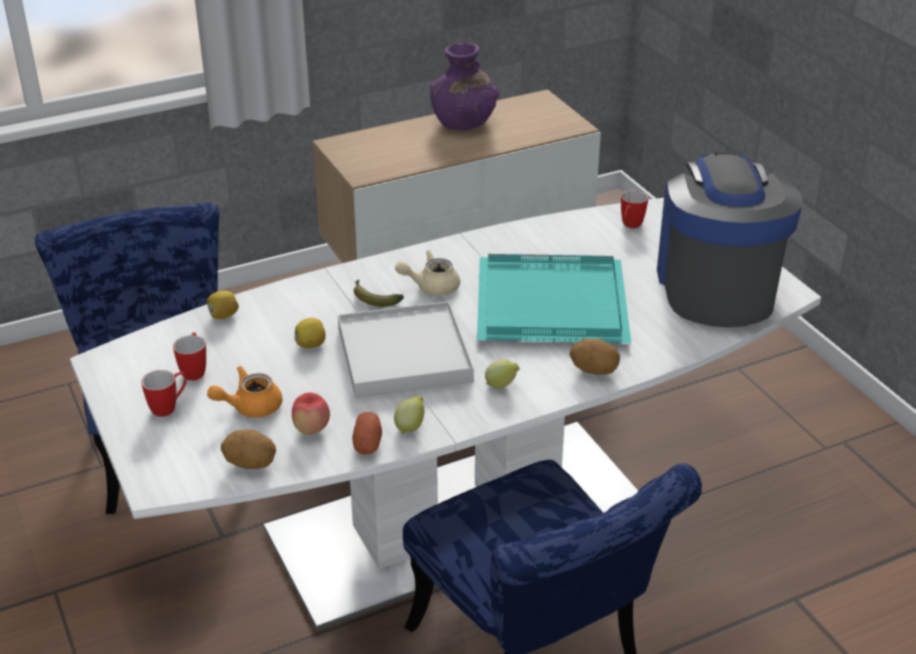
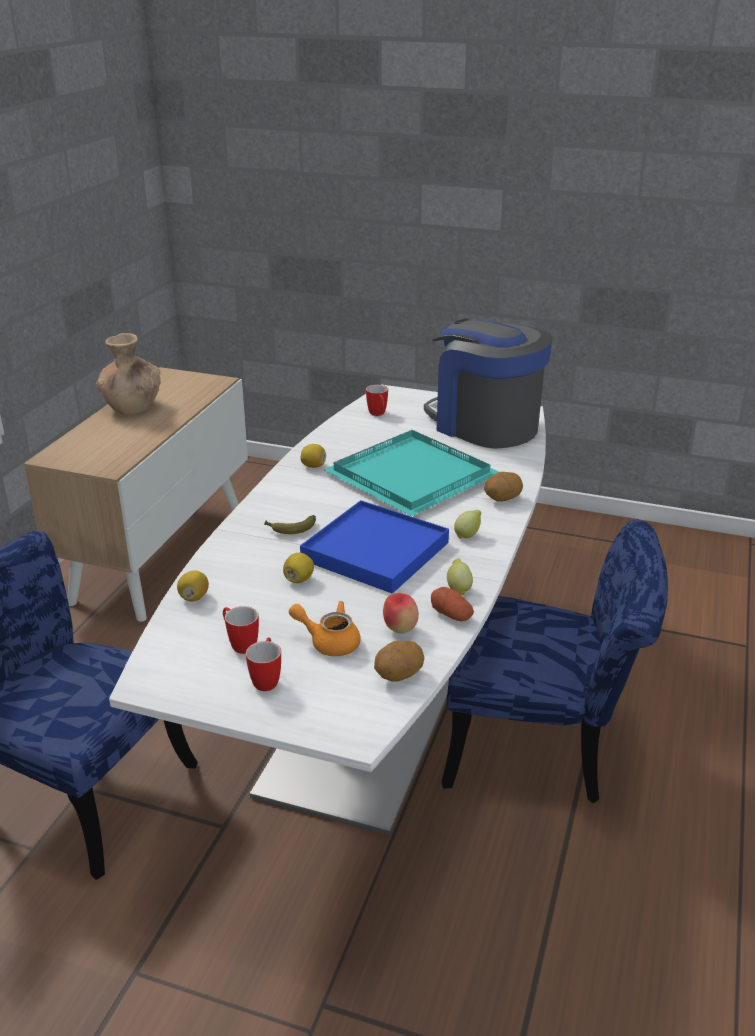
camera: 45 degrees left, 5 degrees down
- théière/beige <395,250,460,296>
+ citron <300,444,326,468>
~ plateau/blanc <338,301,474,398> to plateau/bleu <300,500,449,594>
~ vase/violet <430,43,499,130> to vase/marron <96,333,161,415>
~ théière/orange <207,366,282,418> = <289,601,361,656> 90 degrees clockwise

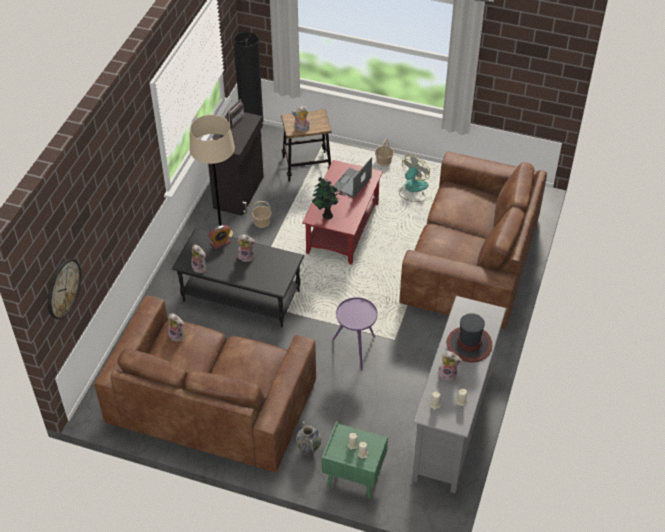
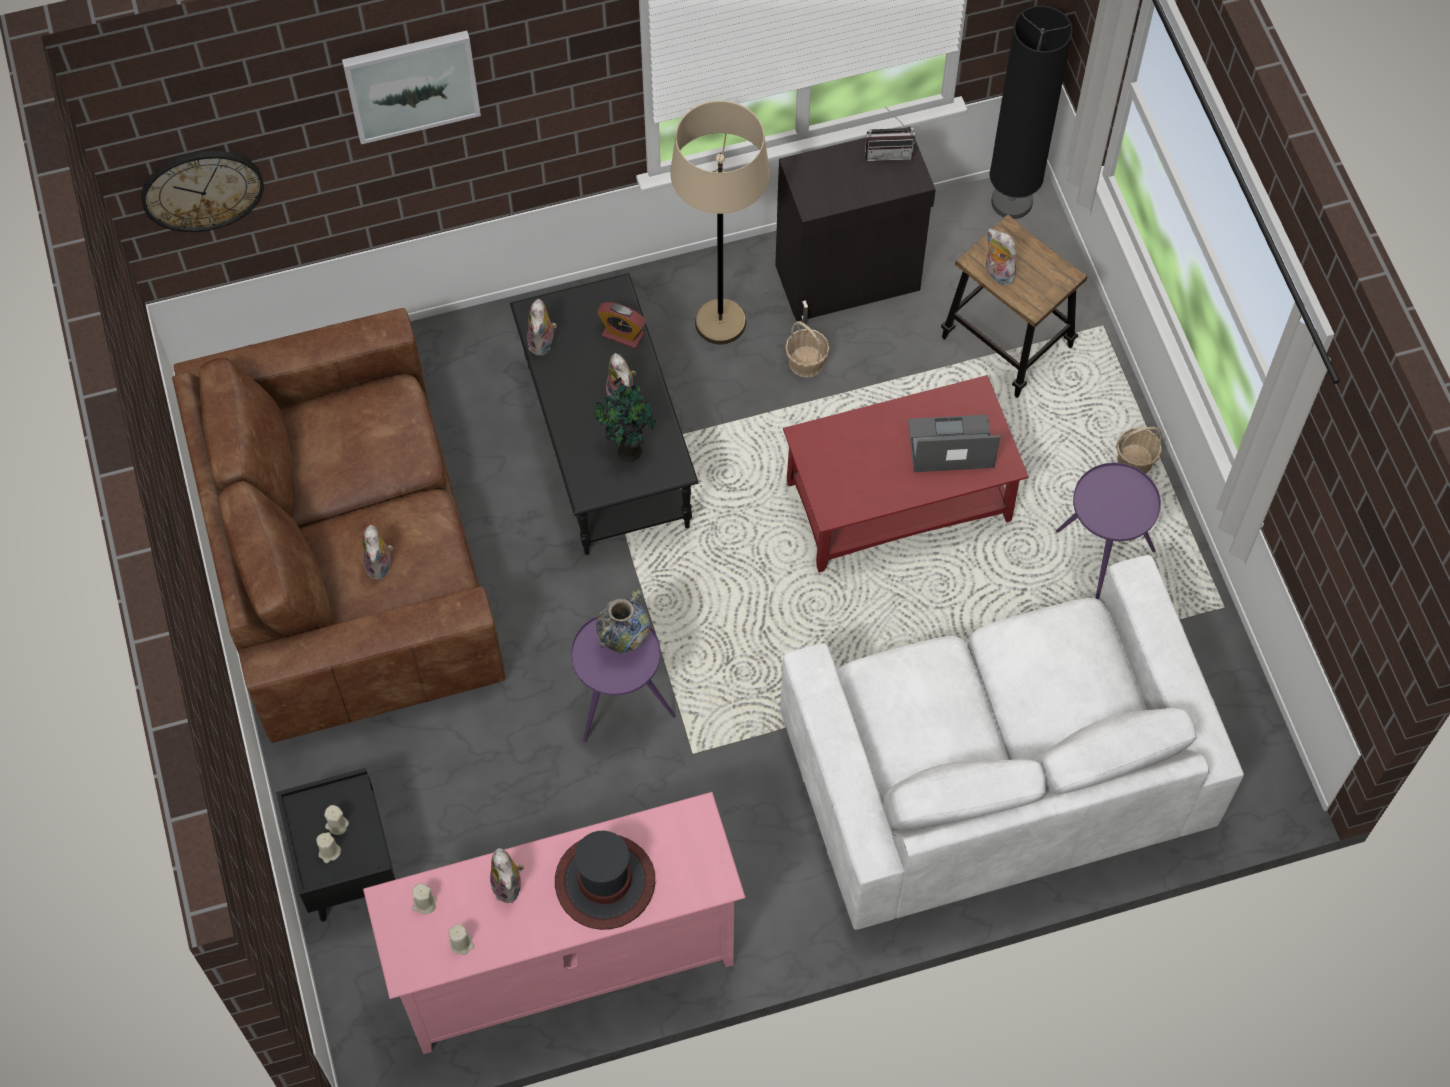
camera: 55 degrees right, 15 degrees up
+ tableau <342,31,481,144>
~ peluche <168,313,185,342> to <362,525,393,580>
~ vase <296,421,321,455> to <596,590,649,654>
~ plante en pot <312,177,343,220> to <595,377,656,462>
~ ventilateur <399,155,430,202> to table d'appoint/violet <1056,463,1161,600>
~ table de chevet/vert <322,421,388,499> to table de chevet/noir <276,768,396,922>
~ canapé/marron <399,152,547,329> to canapé/blanc <780,555,1244,930>
~ meuble télé/gris <412,296,507,493> to meuble télé/rose <363,792,746,1054>

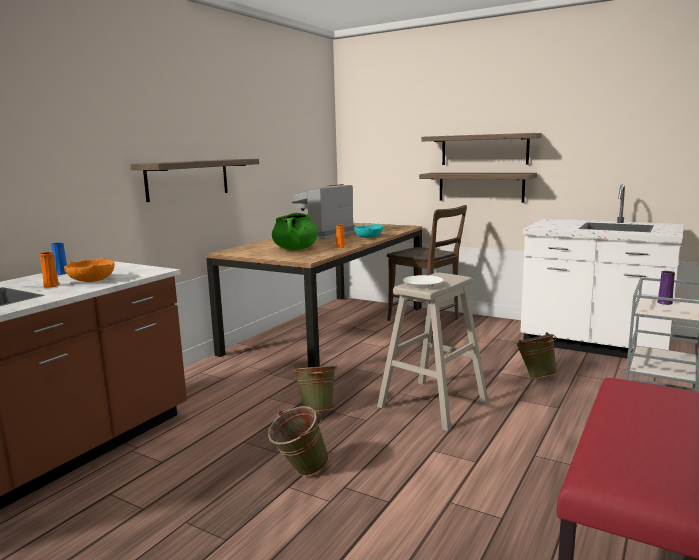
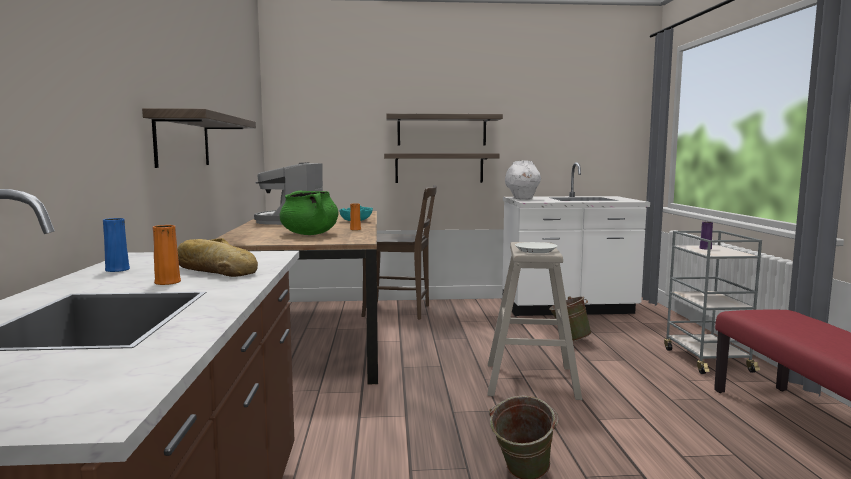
camera: 35 degrees left, 5 degrees down
- seau/vert <292,363,338,411>
+ vase/blanc <505,160,541,199>
~ bol/orange <64,257,115,282> to pain <177,238,258,277>

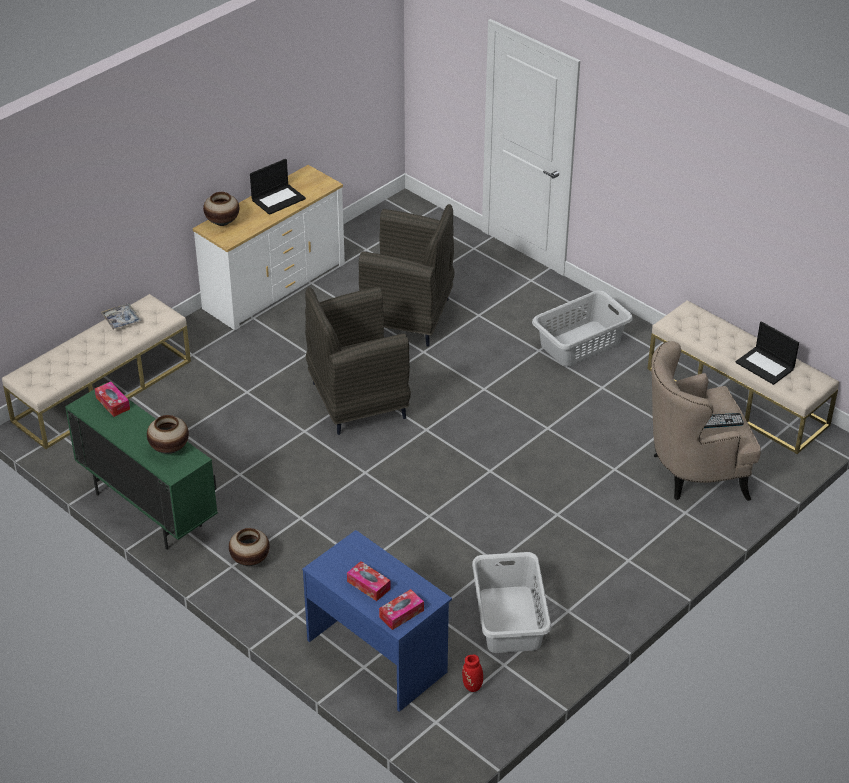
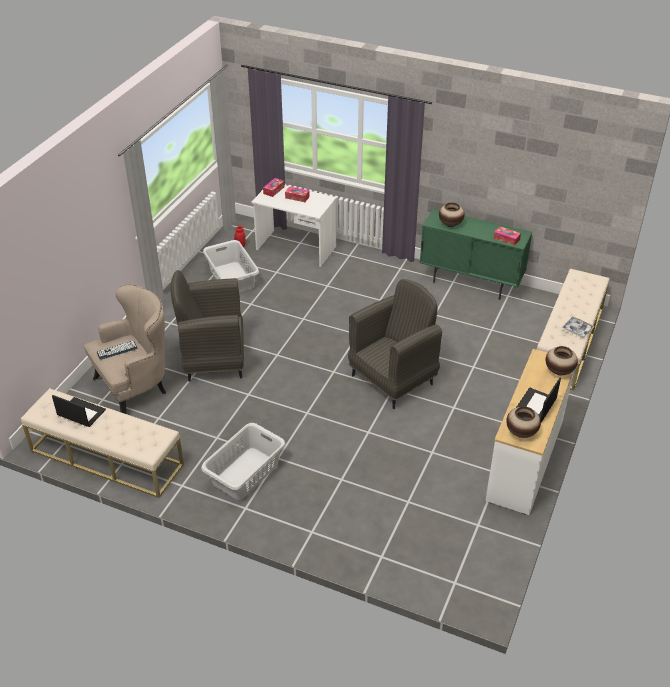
camera: 160 degrees right, 0 degrees up
~ vase <229,528,270,566> to <506,406,541,438>
~ fauteuil/gris <359,204,455,347> to <171,270,244,382>
~ bureau/bleu <302,530,452,712> to bureau/blanc <252,185,336,267>

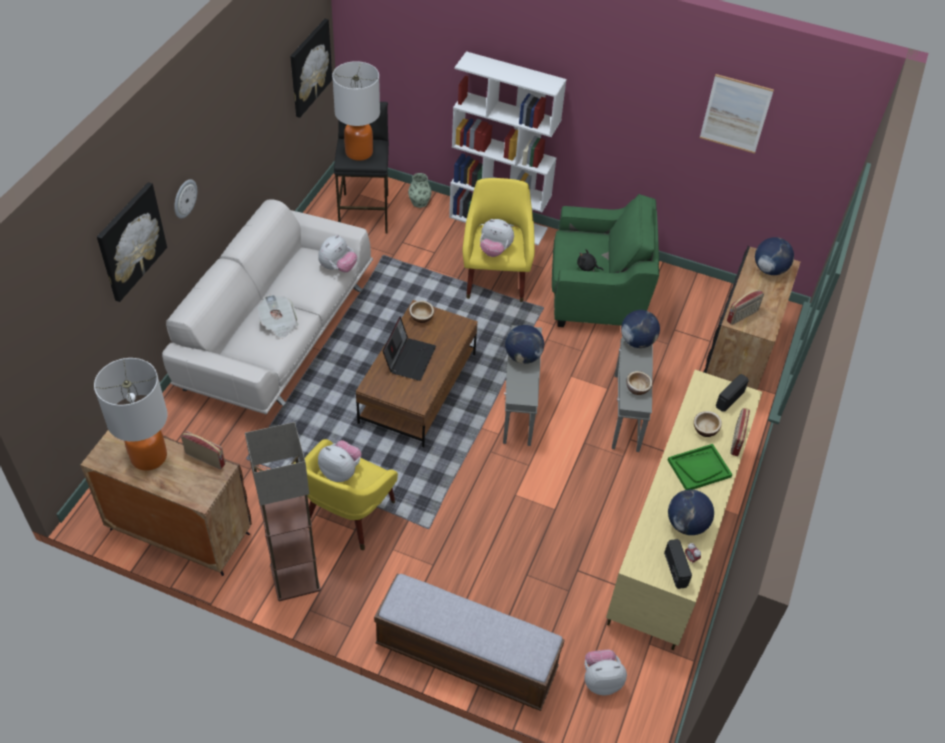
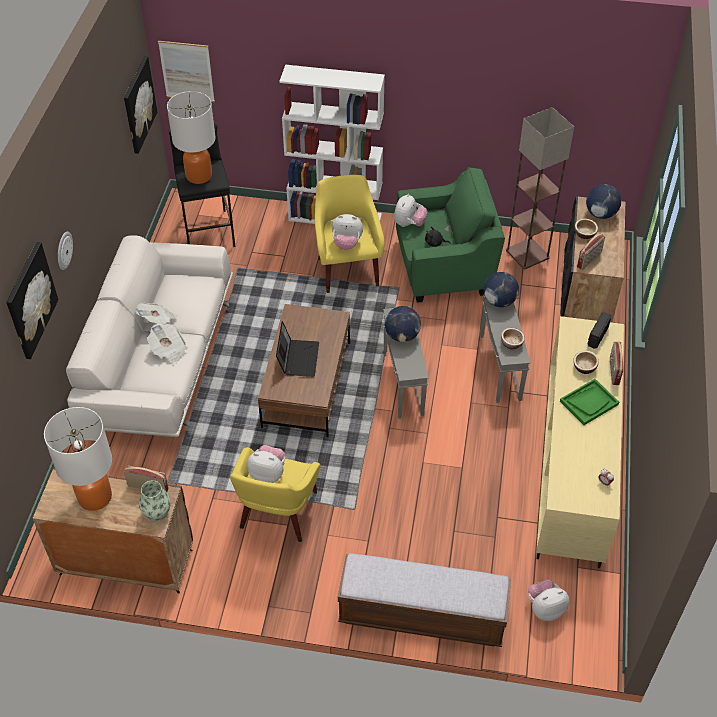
camera: 10 degrees left, 0 degrees up
- radio <664,539,692,589>
- globe <668,489,714,535>
+ journal <136,303,177,325>
~ lampadaire <245,422,321,601> to <506,107,574,270>
~ peluche <318,235,357,272> to <394,194,428,227>
~ vase <408,173,432,208> to <139,480,171,522>
~ bol <409,301,434,323> to <575,219,598,239>
~ tableau <700,74,774,153> to <158,41,215,102>

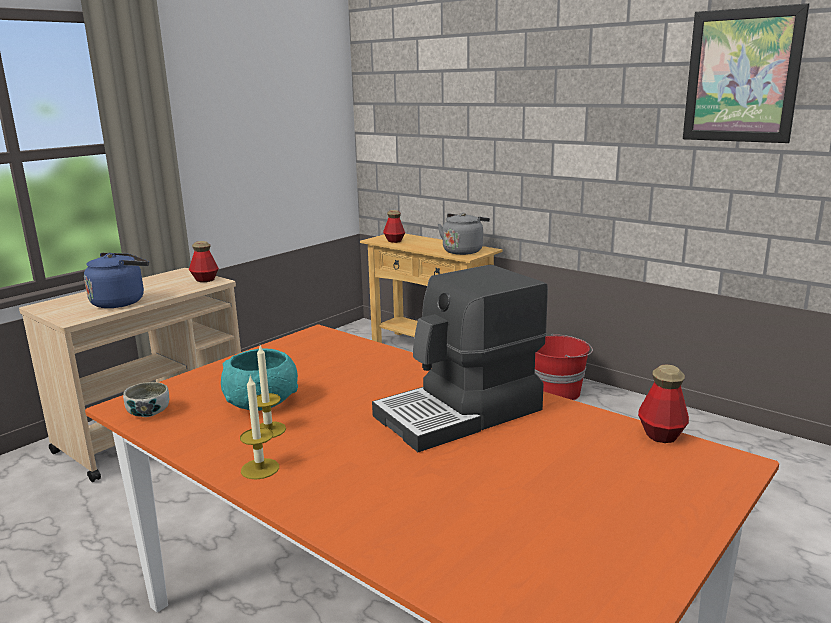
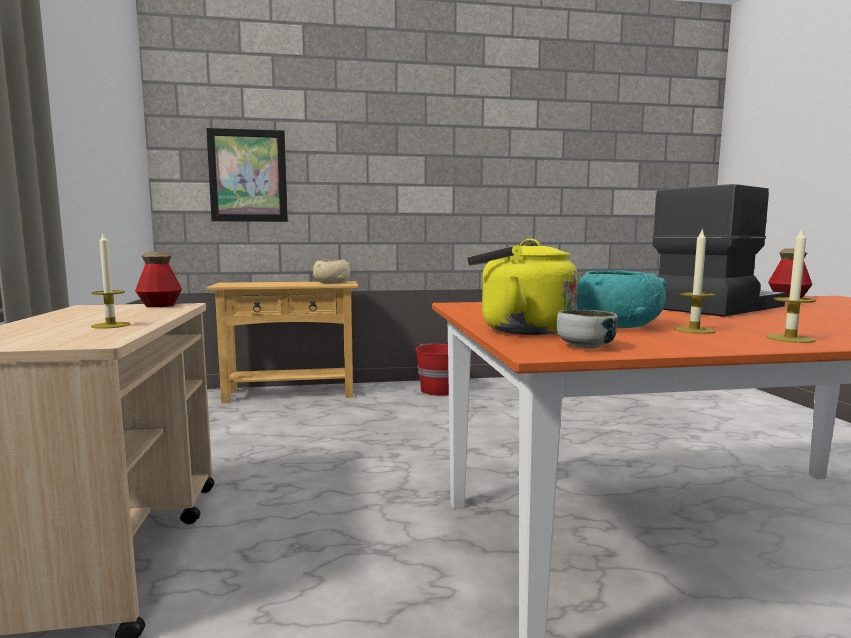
camera: 50 degrees left, 10 degrees down
- bouteille <383,210,405,243>
+ bouilloire/jaune <467,239,578,335>
~ tableau <683,3,810,143> to <206,128,288,222>
~ bouilloire/bleu <84,253,149,308> to bougie <91,233,131,329>
~ bouilloire/gris <438,213,490,255> to bol/beige <313,260,350,284>
~ machine à café <372,265,548,452> = <652,184,786,317> 135 degrees counterclockwise

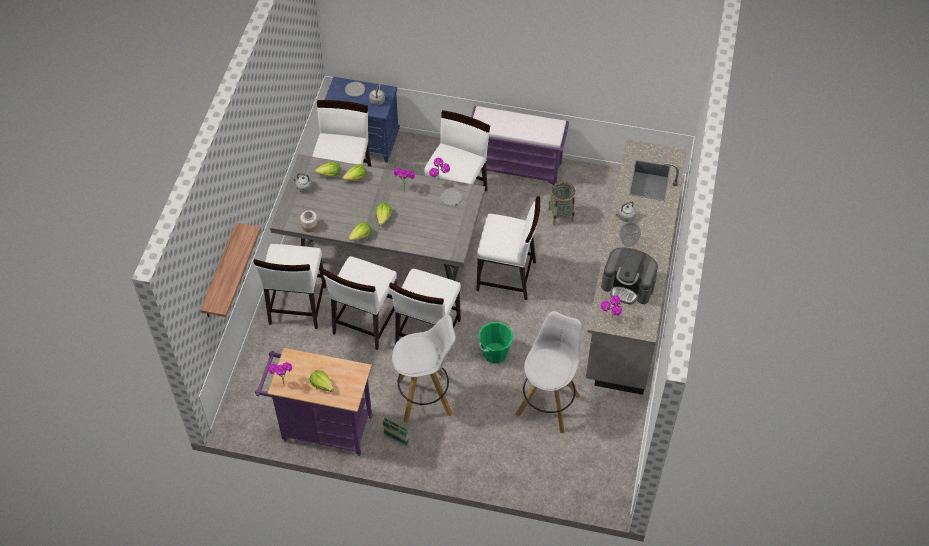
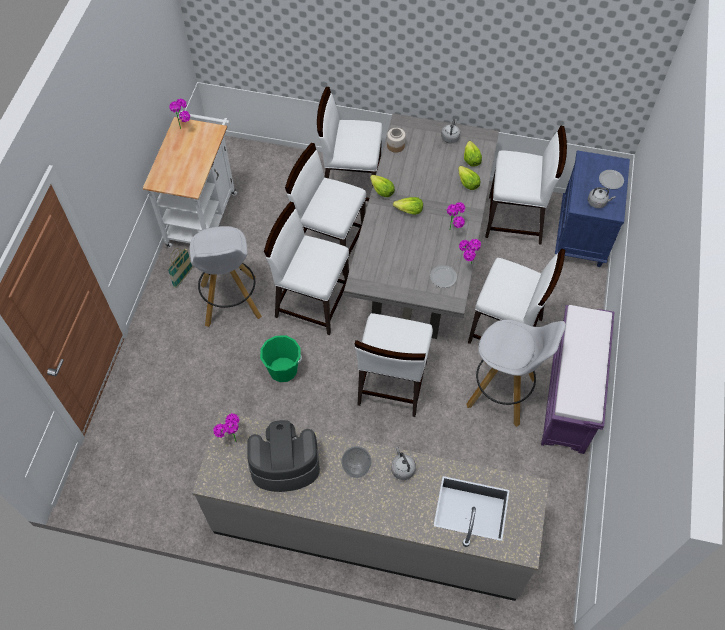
camera: 90 degrees right, 5 degrees up
- étagère <200,223,261,317>
- laitue <310,370,334,392>
- panier <548,181,576,225>
~ tabouret/blanc <515,311,582,433> to <466,320,566,427>
~ chariot/violet <255,348,372,456> to chariot/blanc <143,110,237,248>
~ machine à café <601,247,658,305> = <248,420,320,492> 60 degrees clockwise

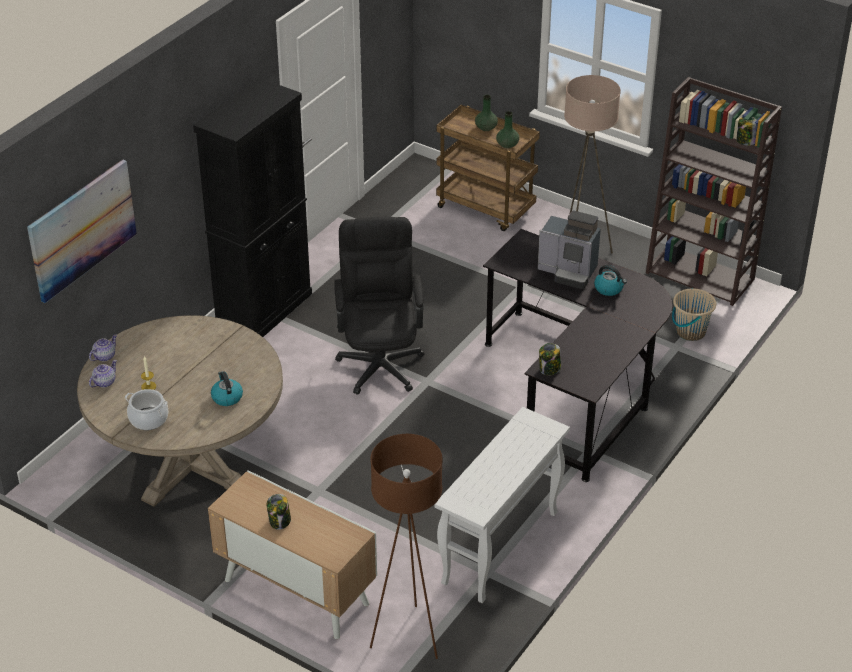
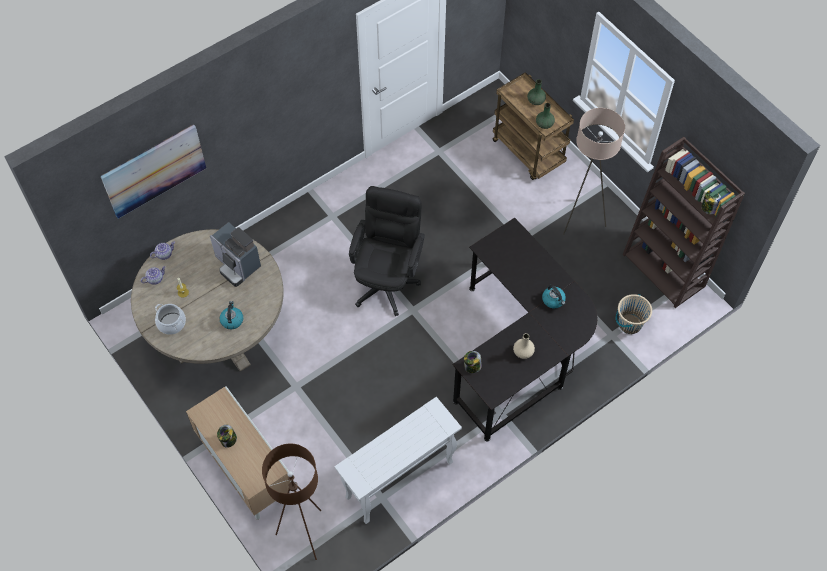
camera: 20 degrees right, 20 degrees up
- meuble de rangement/noir <193,78,312,337>
+ vase/beige <513,333,535,359>
~ machine à café <538,210,601,289> to <210,222,261,287>

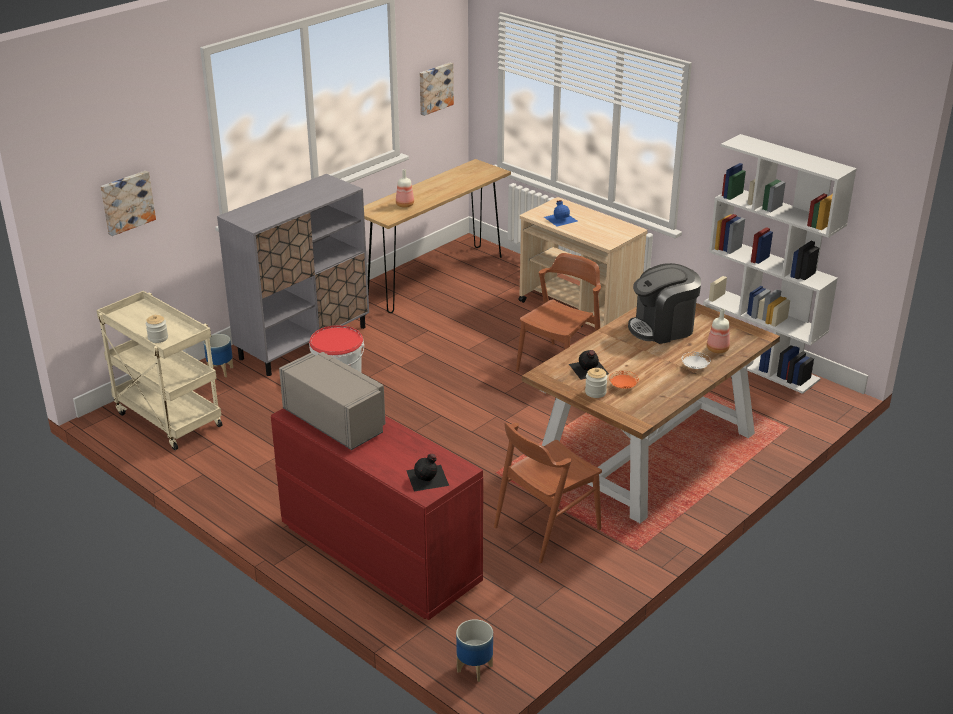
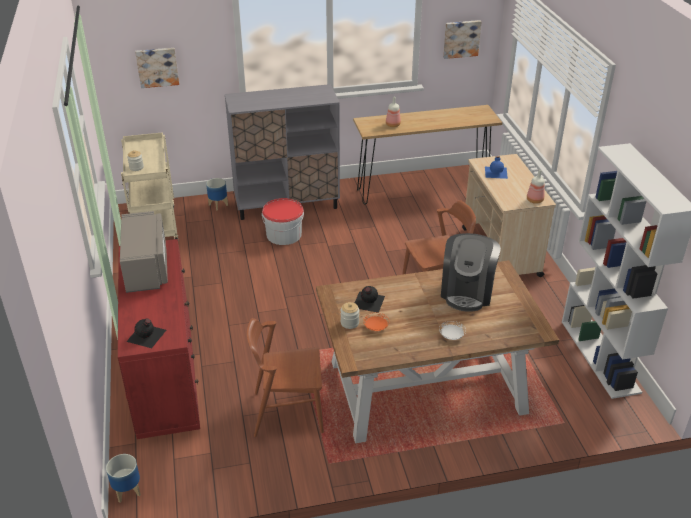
camera: 35 degrees right, 5 degrees up
~ bouteille <707,308,730,353> to <527,169,545,204>
~ machine à café <628,263,701,344> = <441,233,501,312> 90 degrees counterclockwise

